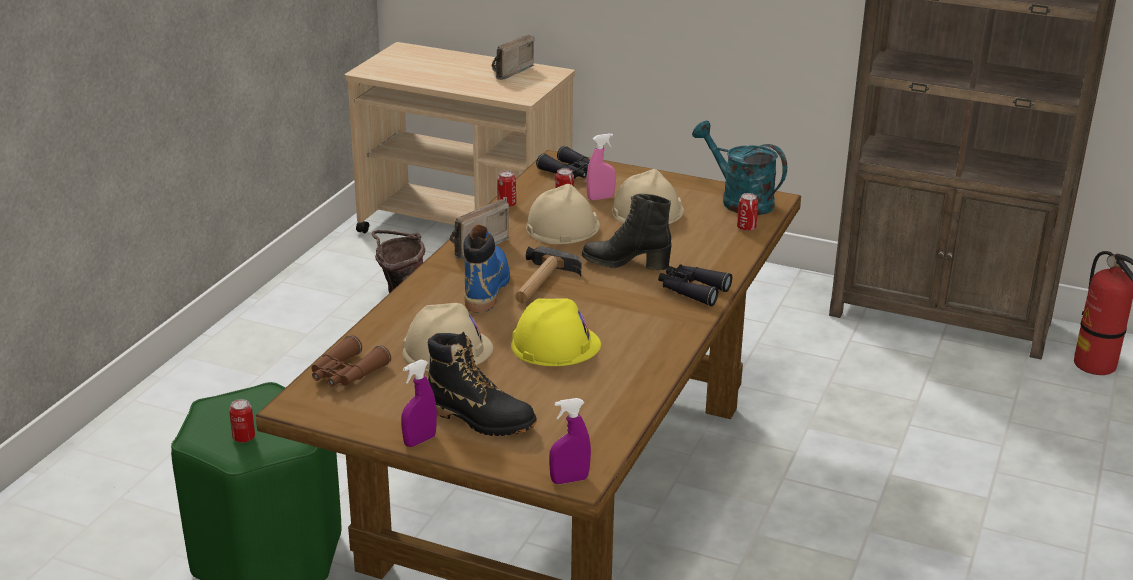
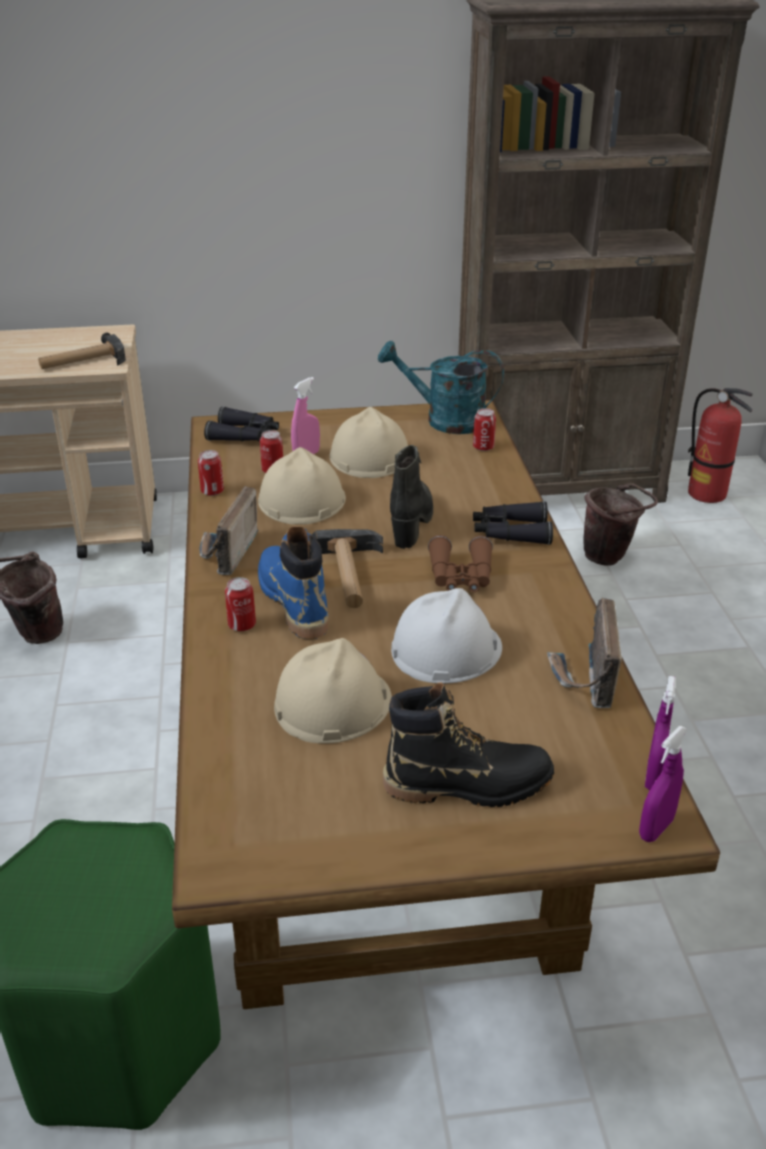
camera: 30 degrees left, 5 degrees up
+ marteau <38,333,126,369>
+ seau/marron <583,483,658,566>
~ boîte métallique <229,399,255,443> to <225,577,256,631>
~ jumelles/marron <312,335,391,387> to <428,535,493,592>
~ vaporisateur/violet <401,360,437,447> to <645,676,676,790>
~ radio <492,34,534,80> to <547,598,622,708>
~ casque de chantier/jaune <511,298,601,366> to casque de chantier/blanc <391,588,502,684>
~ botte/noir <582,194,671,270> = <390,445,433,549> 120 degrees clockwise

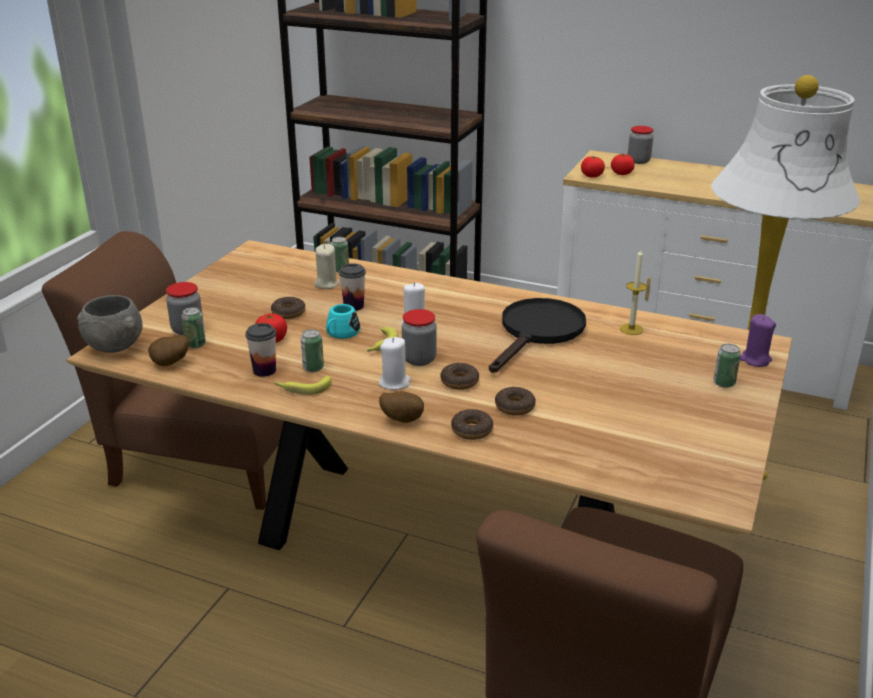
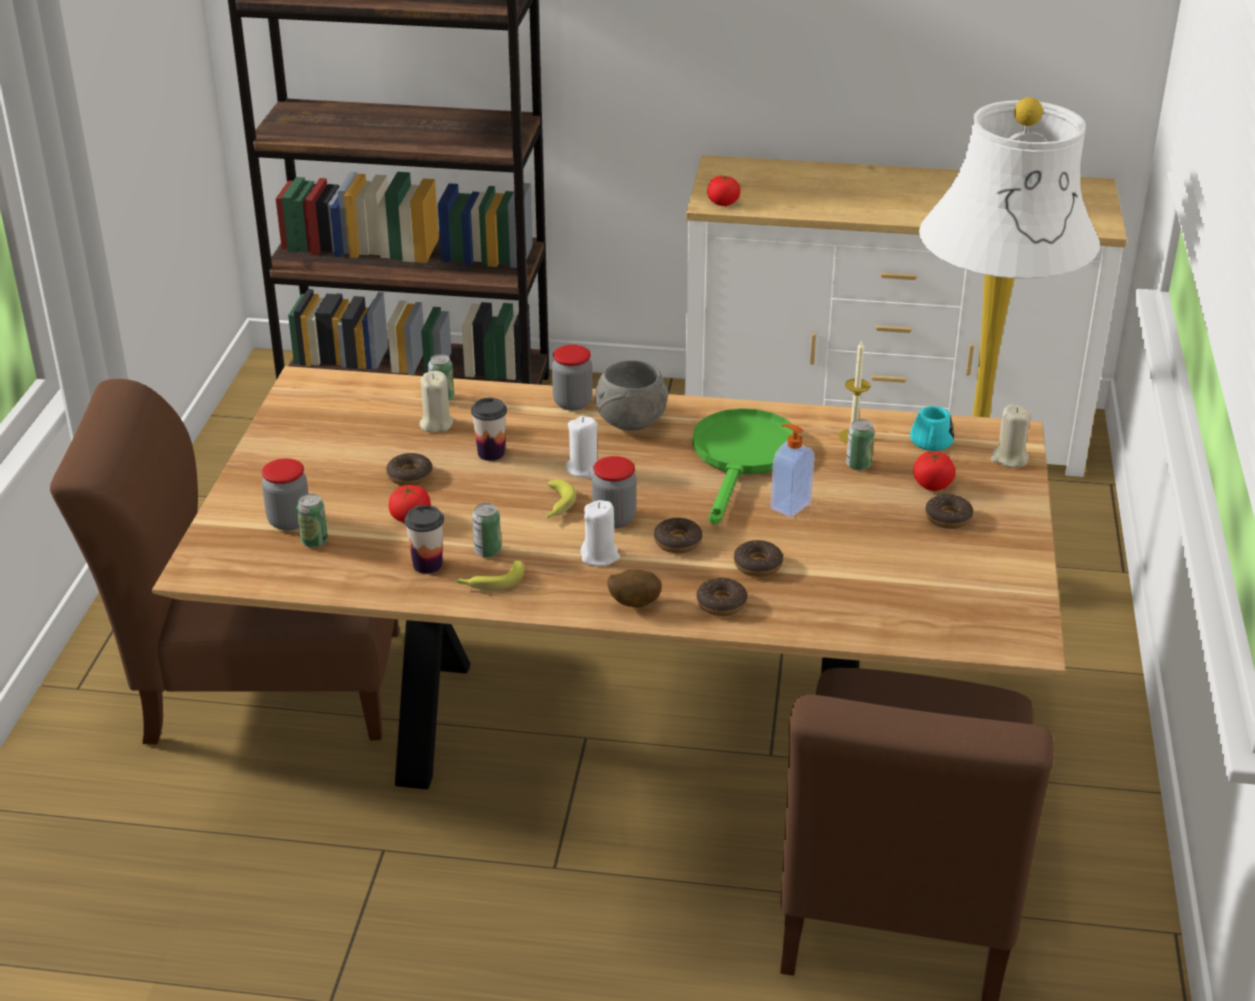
camera: 15 degrees left, 5 degrees up
- pomme de terre <148,336,189,366>
+ distributeur de savon <770,424,815,518>
+ beignet <925,494,974,529>
~ bol/gris <77,295,143,353> to <595,360,669,431>
~ mug/turquoise <326,304,361,339> to <910,406,954,451>
~ tomate <611,154,635,175> to <914,452,955,491>
~ bocal <628,126,653,164> to <552,345,593,410>
~ boîte métallique <713,344,741,388> to <846,419,875,470>
~ poêle/noir <489,298,586,373> to poêle/vert <692,408,800,525>
~ bougie/violet <740,314,776,367> to bougie/beige <991,404,1032,468>

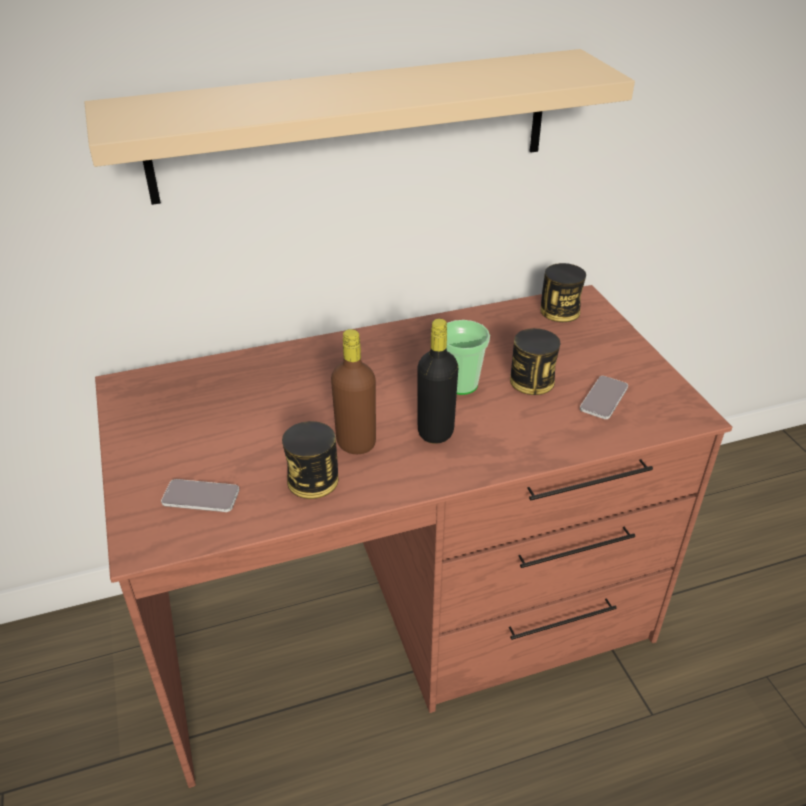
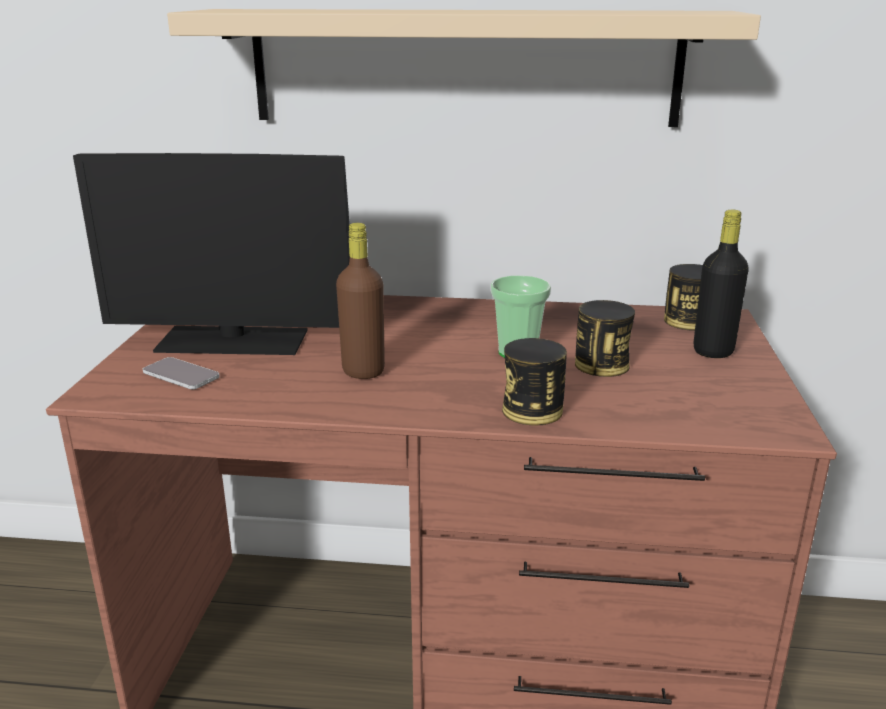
camera: 25 degrees right, 15 degrees down
- téléphone <580,376,628,419>
+ écran d'ordinateur <73,153,350,355>
~ boîte métallique <282,421,338,499> to <502,338,567,426>
~ bouteille/noir <417,319,458,444> to <694,210,749,358>

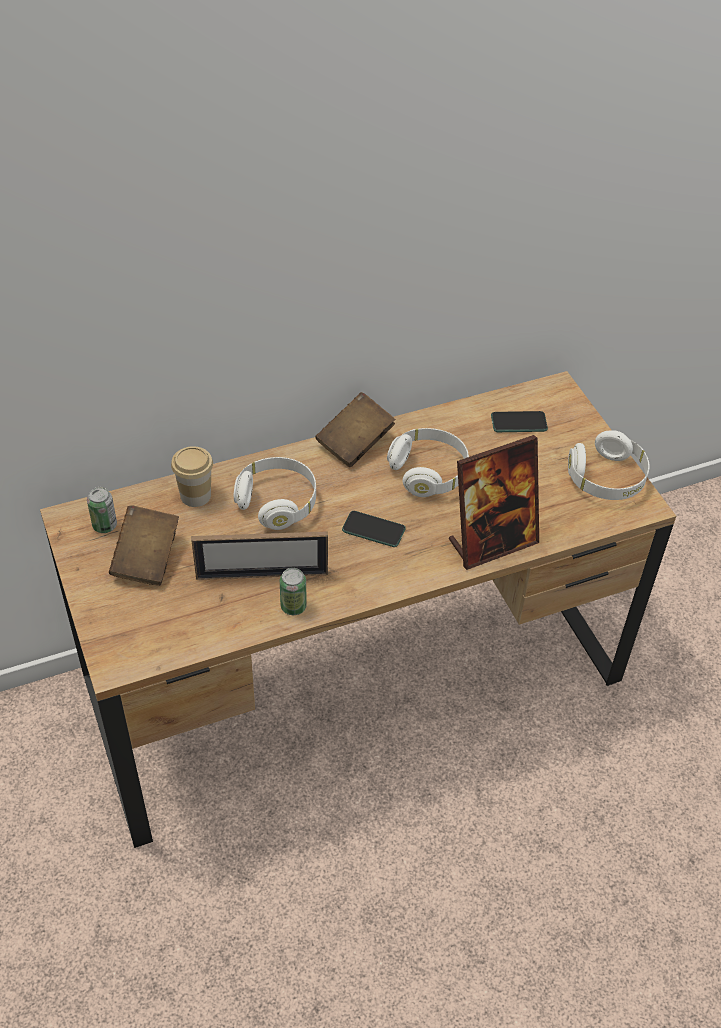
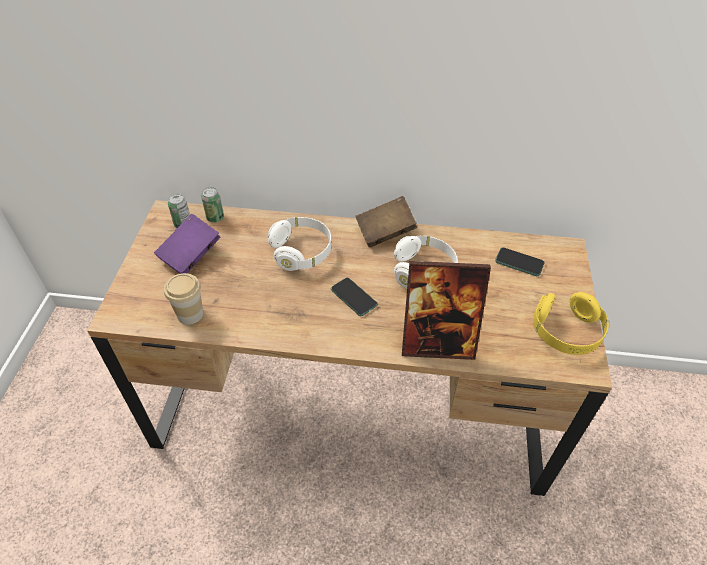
camera: 30 degrees right, 0 degrees up
- cadre photo <191,531,328,580>
~ tasse <171,446,213,507> to <164,273,203,325>
~ boîte métallique <280,568,307,615> to <201,187,224,223>
~ livre/marron <109,505,179,586> to livre/violet <154,214,220,274>
~ casque audio/blanc <568,430,649,500> to casque audio/jaune <533,292,609,355>

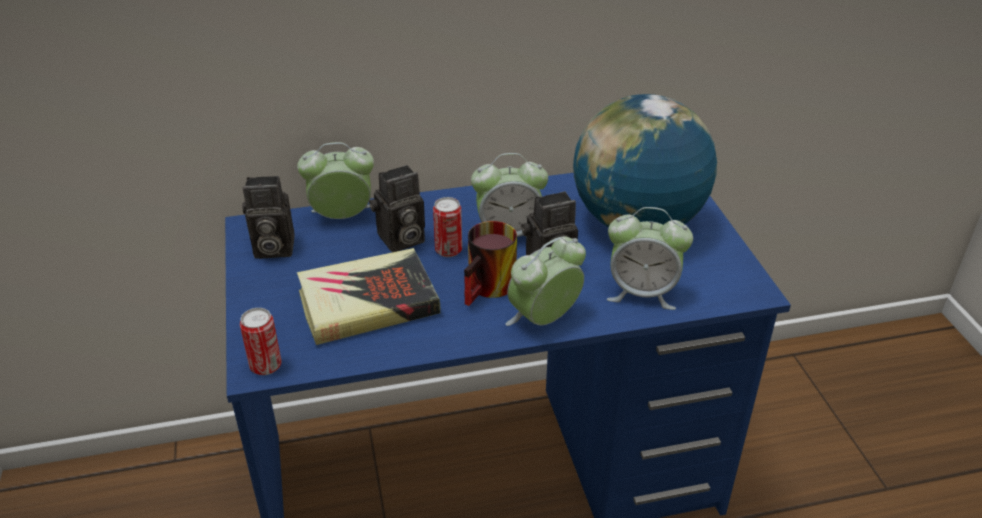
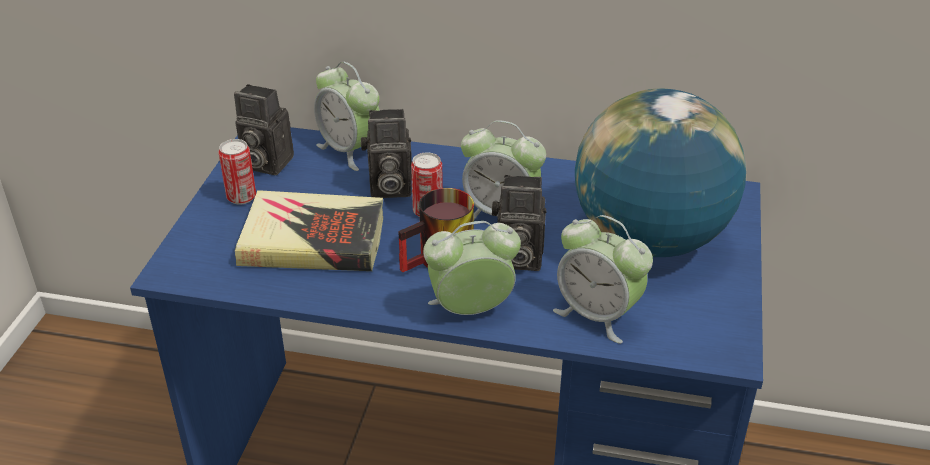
camera: 25 degrees right, 0 degrees up
~ boîte métallique <240,308,282,375> to <219,139,256,205>
~ réveil <297,142,374,219> = <314,61,380,171> 150 degrees counterclockwise

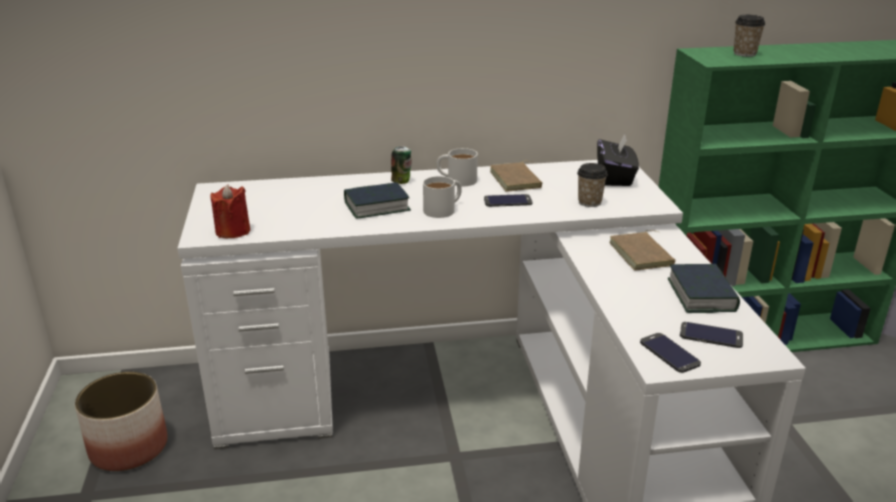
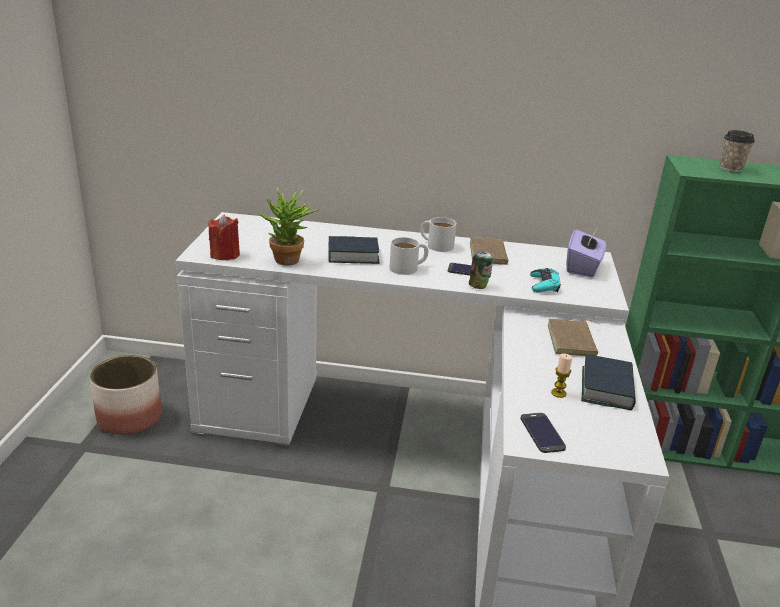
camera: 15 degrees right, 0 degrees up
- téléphone <680,322,743,348>
+ plante en pot <260,188,319,265>
+ bougie <551,353,572,398>
~ boîte métallique <391,146,412,184> to <469,251,493,289>
~ tasse <577,163,608,207> to manette/turquoise <530,268,561,293>
~ boîte à mouchoirs/noir <597,133,639,186> to boîte à mouchoirs/violet <567,229,606,277>

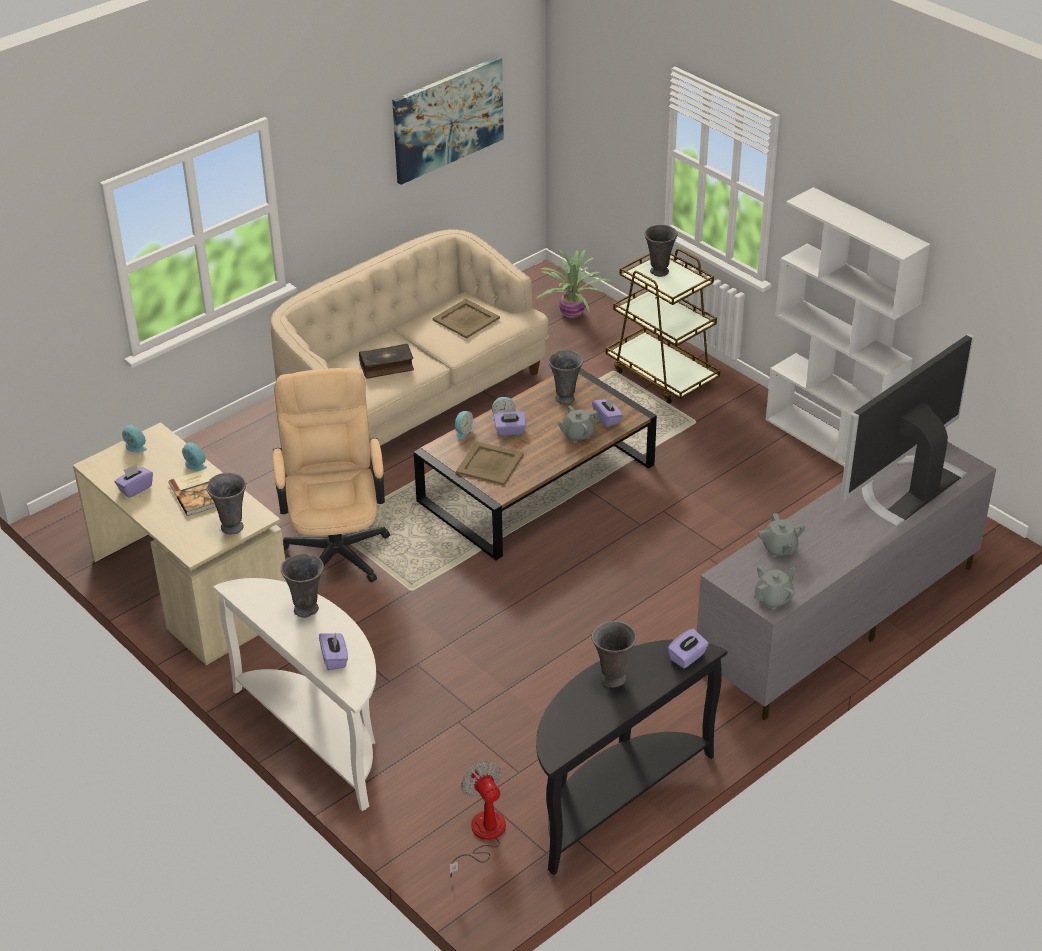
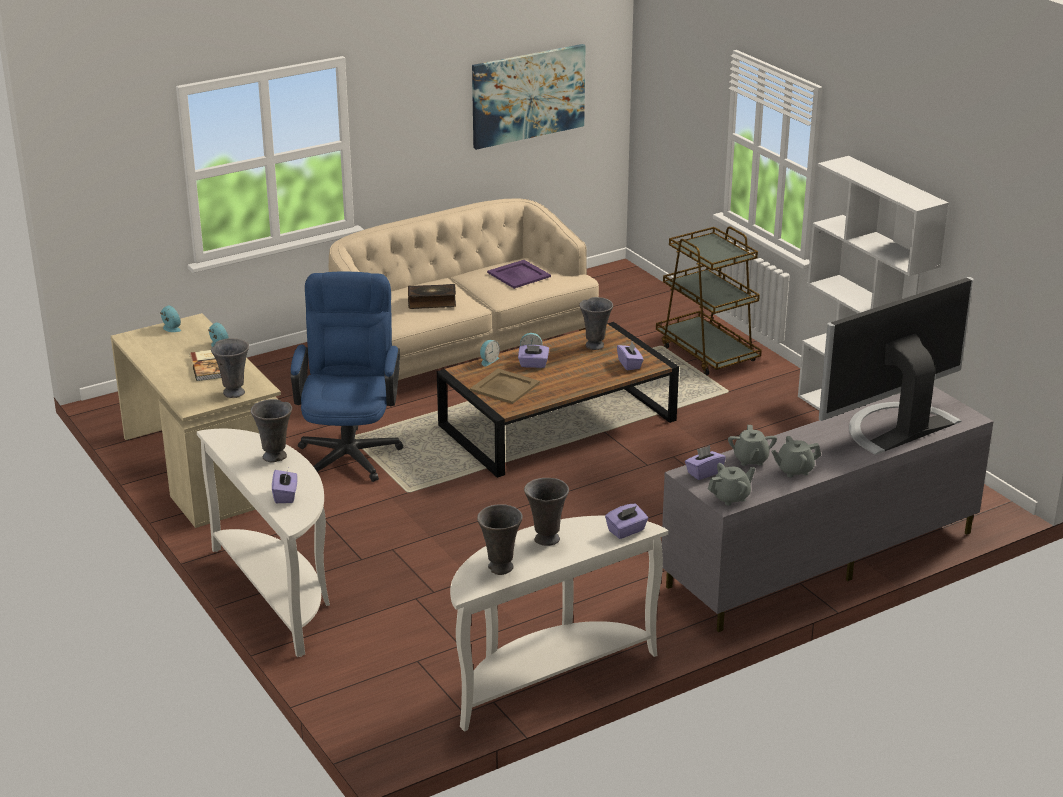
camera: 10 degrees right, 10 degrees down
- ventilateur <449,761,506,878>
- plante en pot <536,250,612,318>
~ boîte à mouchoirs/violet <115,464,153,498> to <685,445,726,480>
~ théière/gris <557,406,599,443> to <771,436,821,477>
~ vase/gris <644,224,678,277> to <477,504,523,575>
~ chaise de bureau/beige <273,368,390,582> to chaise de bureau/bleu <290,272,403,482>
~ plateau/beige <432,299,500,339> to plateau/violet <487,260,551,289>
~ table console/noir <536,639,727,875> to table console/blanc <450,516,668,732>

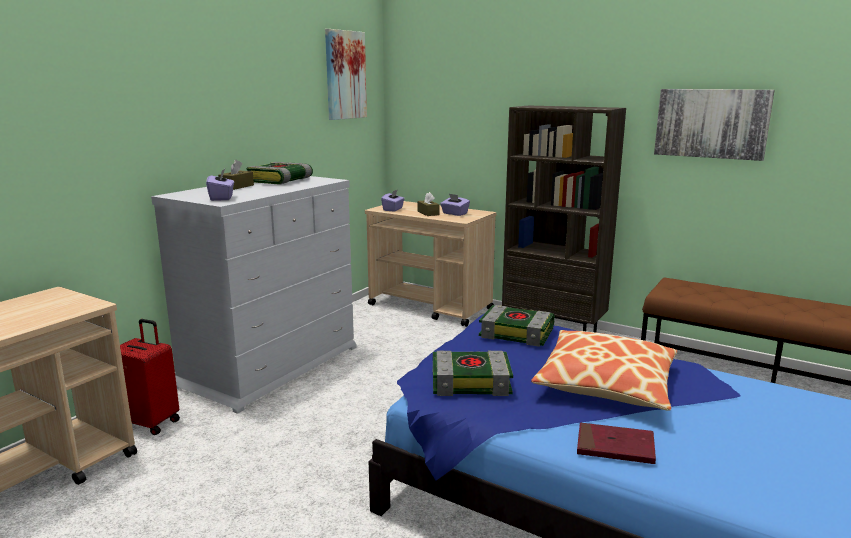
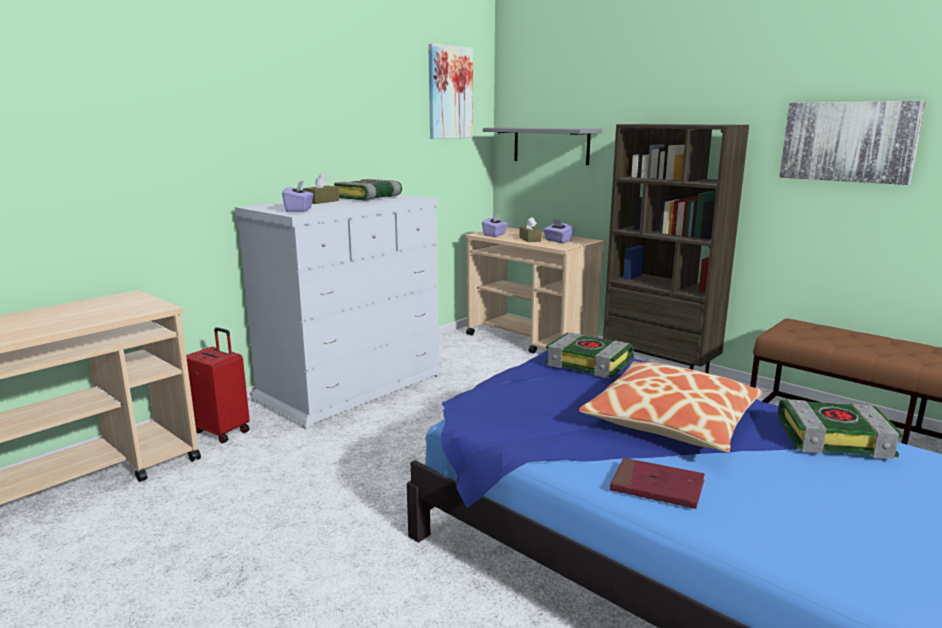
camera: 10 degrees right, 0 degrees up
+ étagère/gris <483,127,602,165>
~ livre <433,351,513,396> to <778,399,903,459>

